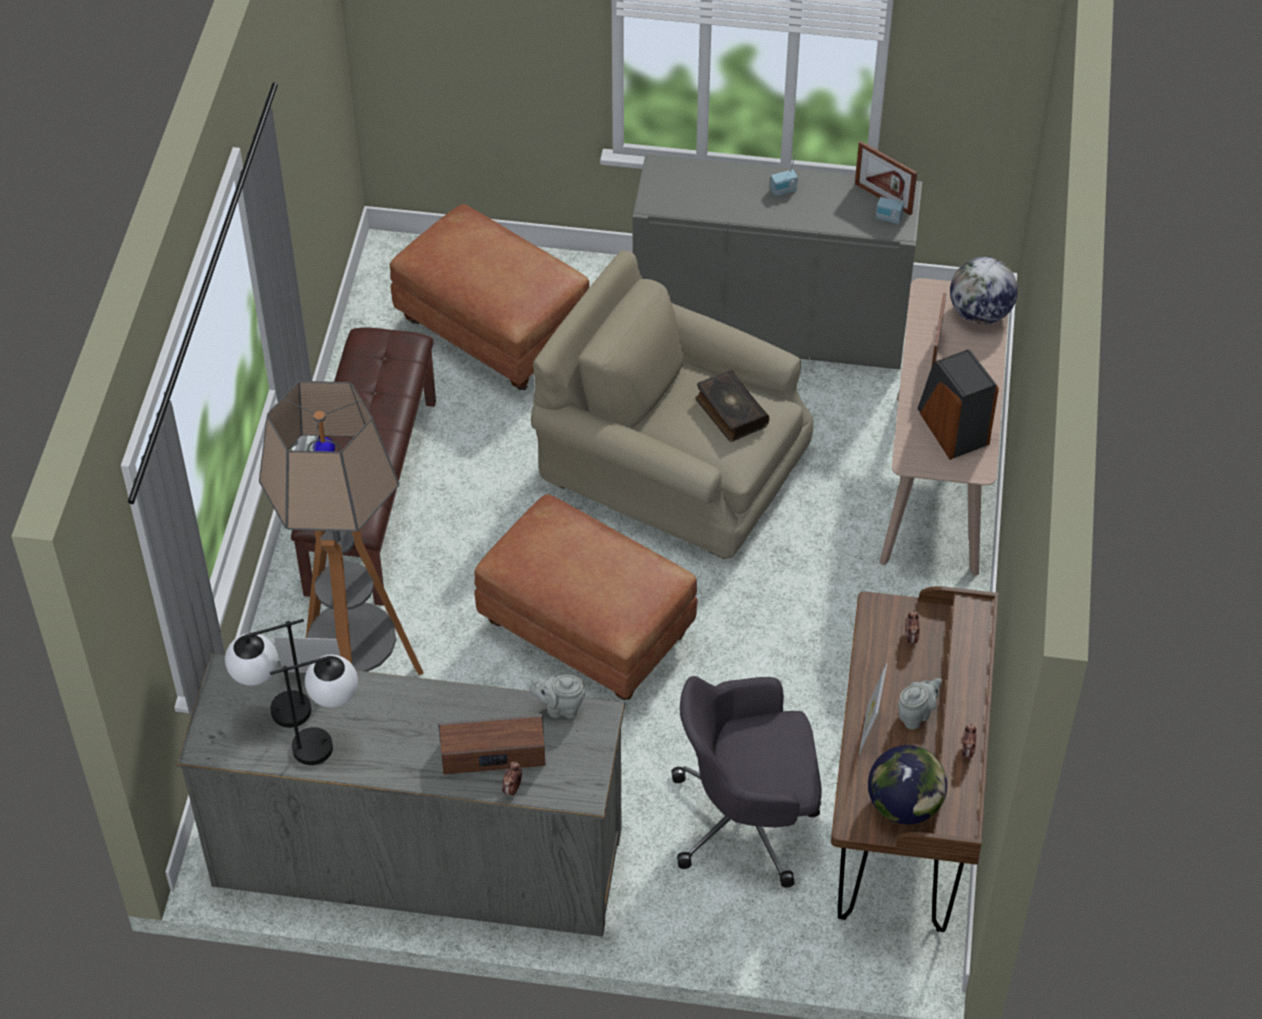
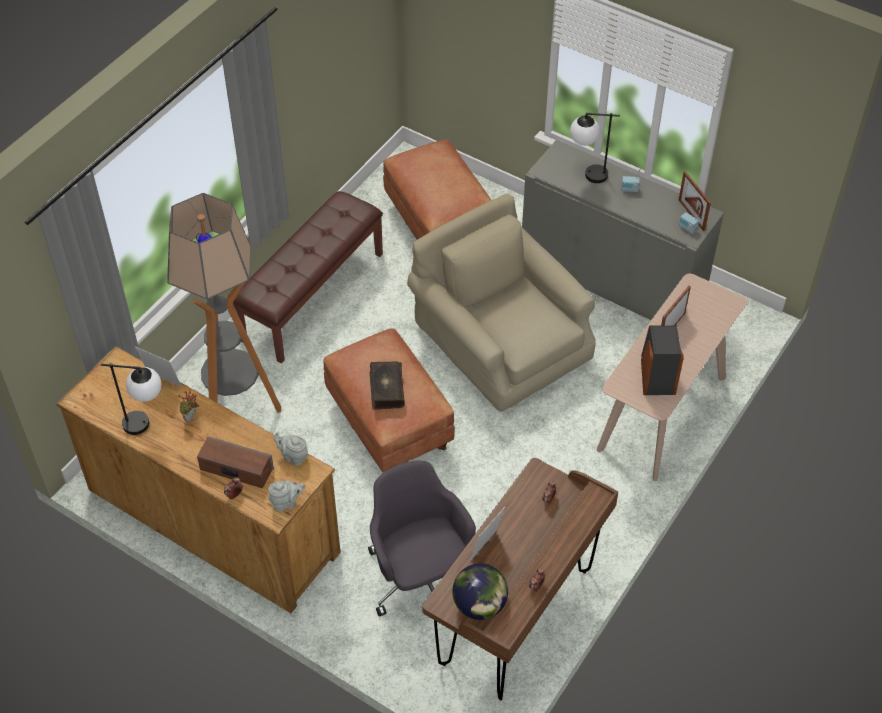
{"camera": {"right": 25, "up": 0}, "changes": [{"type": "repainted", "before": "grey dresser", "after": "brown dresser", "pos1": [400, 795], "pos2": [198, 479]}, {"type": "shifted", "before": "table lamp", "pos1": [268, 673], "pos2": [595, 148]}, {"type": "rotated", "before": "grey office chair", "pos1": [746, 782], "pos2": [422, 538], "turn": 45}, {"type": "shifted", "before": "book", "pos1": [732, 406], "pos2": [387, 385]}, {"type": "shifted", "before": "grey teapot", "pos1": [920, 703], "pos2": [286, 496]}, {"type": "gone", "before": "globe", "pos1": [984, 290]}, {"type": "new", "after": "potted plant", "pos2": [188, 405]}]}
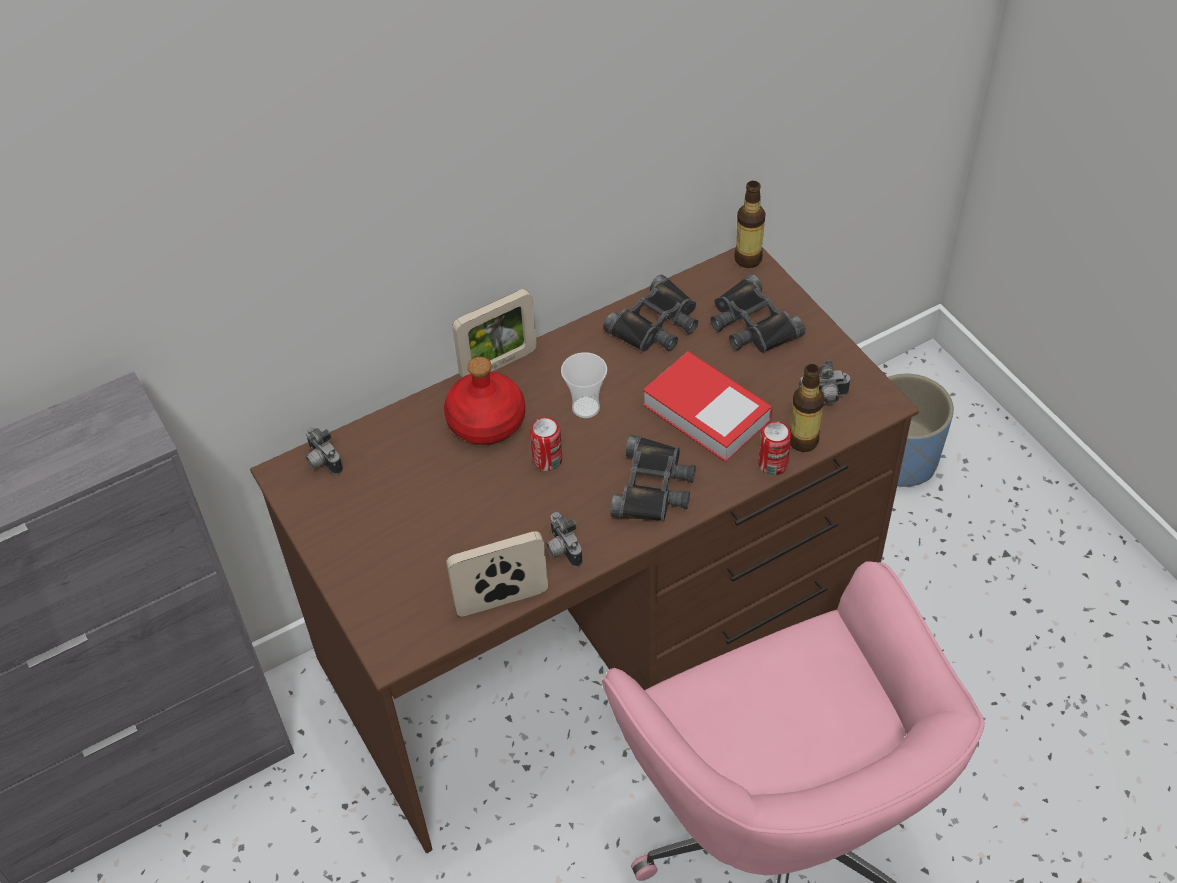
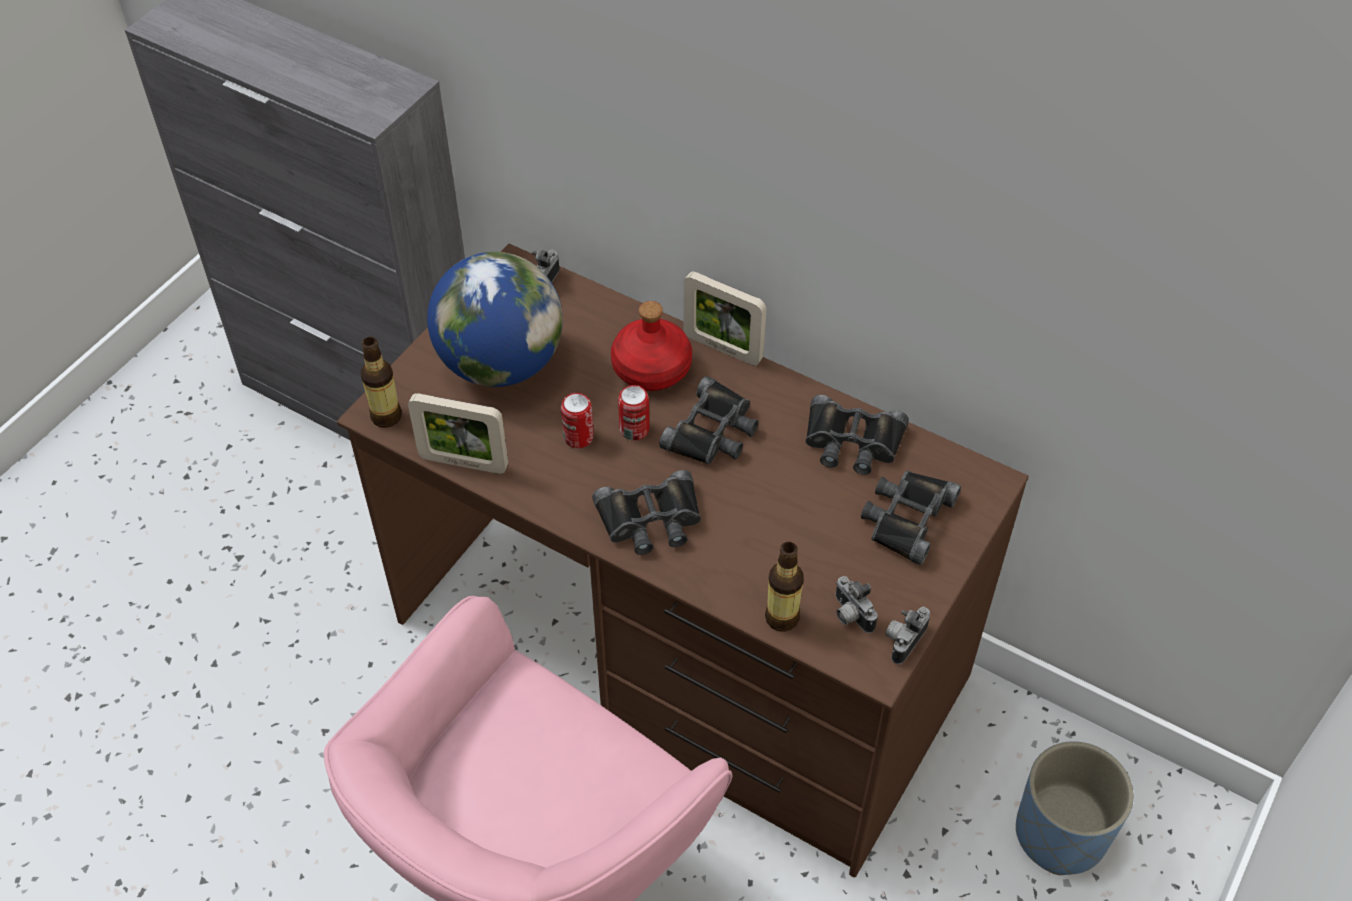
{"camera": {"right": 60, "up": 0}, "changes": [{"type": "rotated", "before": "picture frame", "pos1": [497, 574], "pos2": [458, 433], "turn": 150}, {"type": "shifted", "before": "photo camera", "pos1": [564, 539], "pos2": [908, 635]}, {"type": "swapped", "before": "cup", "after": "black binoculars", "pos1": [584, 385], "pos2": [709, 420]}, {"type": "gone", "before": "book", "pos1": [708, 407]}, {"type": "shifted", "before": "bottle", "pos1": [750, 224], "pos2": [381, 382]}, {"type": "shifted", "before": "can", "pos1": [774, 448], "pos2": [577, 420]}, {"type": "new", "after": "globe", "pos2": [495, 319]}]}
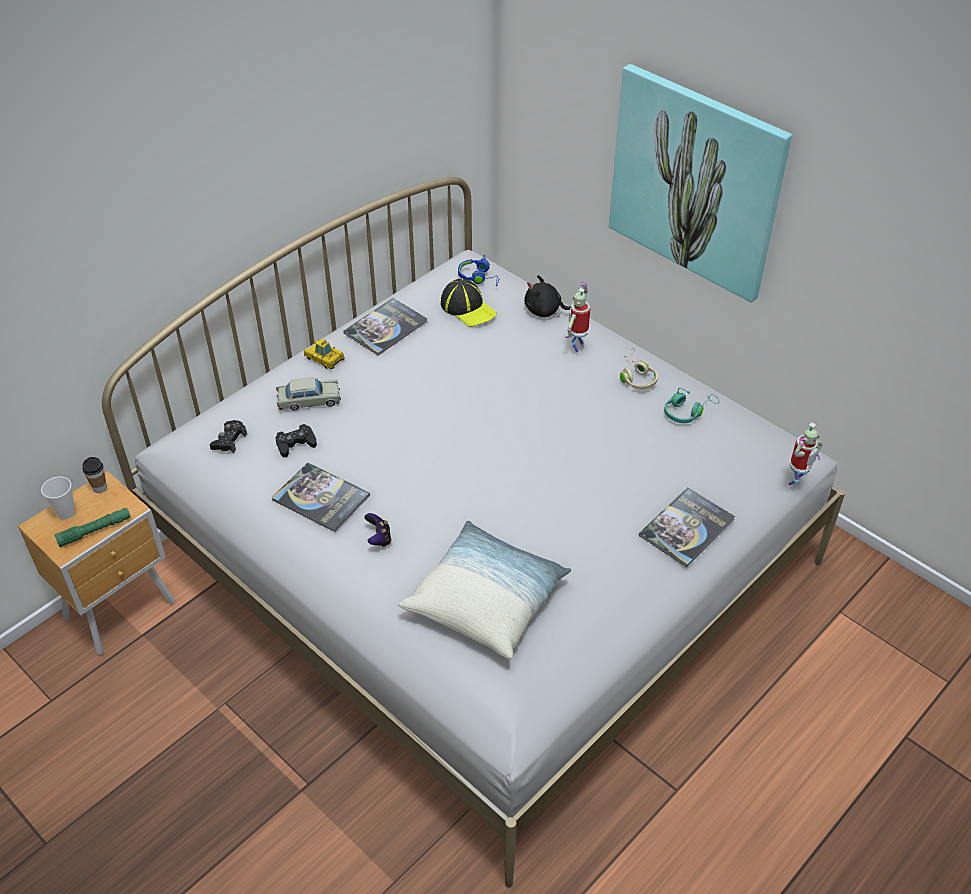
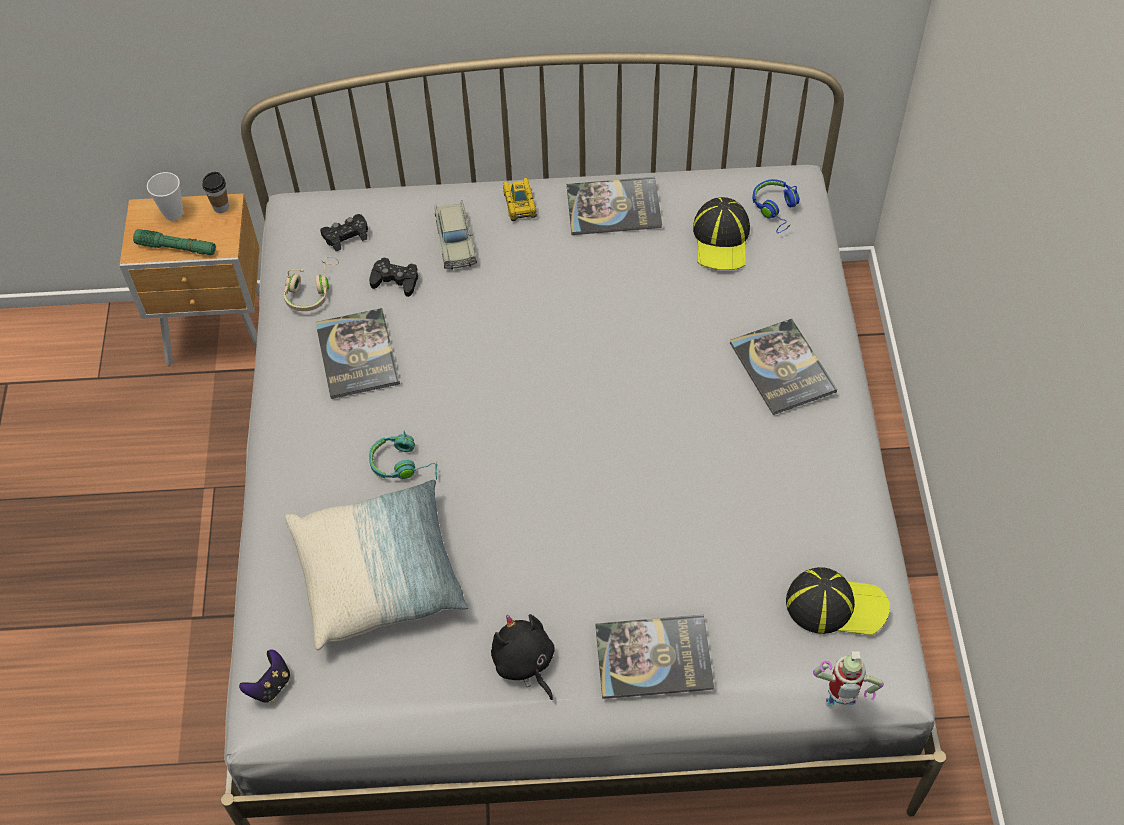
{"camera": {"right": 45, "up": 10}, "changes": [{"type": "rotated", "before": "beige toy car", "pos1": [308, 394], "pos2": [455, 235], "turn": 45}, {"type": "shifted", "before": "game controller", "pos1": [378, 530], "pos2": [264, 676]}, {"type": "shifted", "before": "black plush toy", "pos1": [547, 296], "pos2": [523, 657]}, {"type": "swapped", "before": "toy robot", "after": "book", "pos1": [577, 318], "pos2": [783, 367]}, {"type": "gone", "before": "picture", "pos1": [700, 183]}, {"type": "shifted", "before": "beige headphones", "pos1": [639, 369], "pos2": [311, 284]}, {"type": "shifted", "before": "turquoise headphones", "pos1": [691, 405], "pos2": [403, 455]}, {"type": "new", "after": "cap", "pos2": [838, 601]}]}
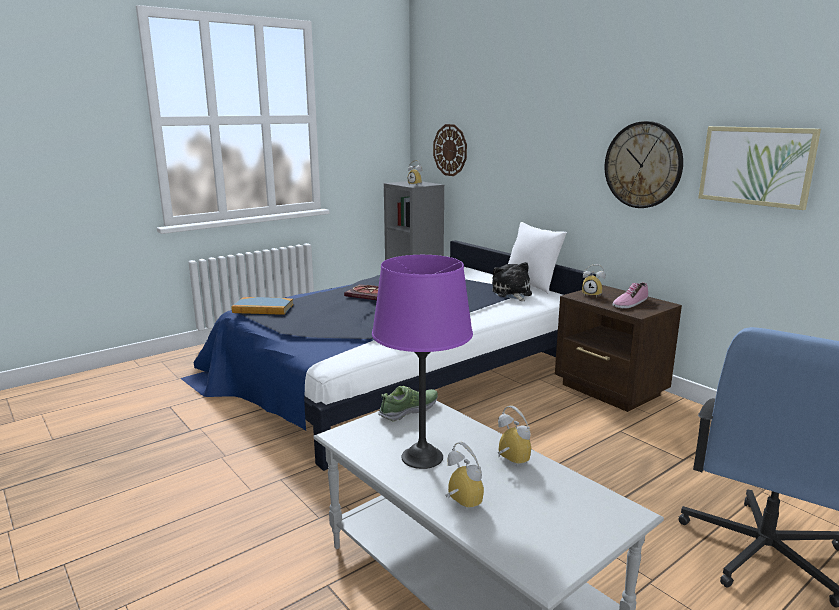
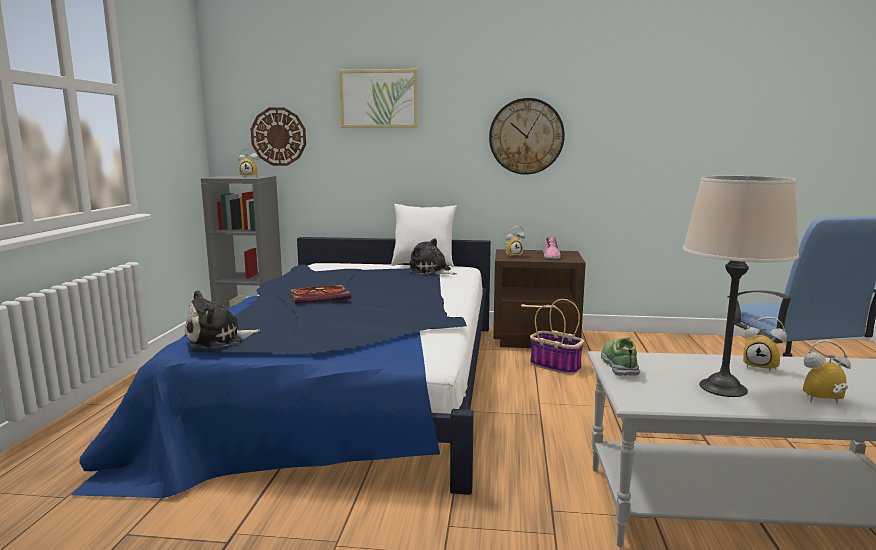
{"camera": {"right": -45, "up": -5}, "changes": [{"type": "swapped", "before": "book", "after": "plush toy", "pos1": [263, 306], "pos2": [222, 319]}, {"type": "repainted", "before": "purple table lamp", "after": "beige table lamp", "pos1": [422, 362], "pos2": [741, 286]}, {"type": "rotated", "before": "alarm clock", "pos1": [514, 436], "pos2": [765, 344], "turn": -150}, {"type": "shifted", "before": "picture", "pos1": [759, 168], "pos2": [378, 98]}, {"type": "new", "after": "basket", "pos2": [557, 337]}]}
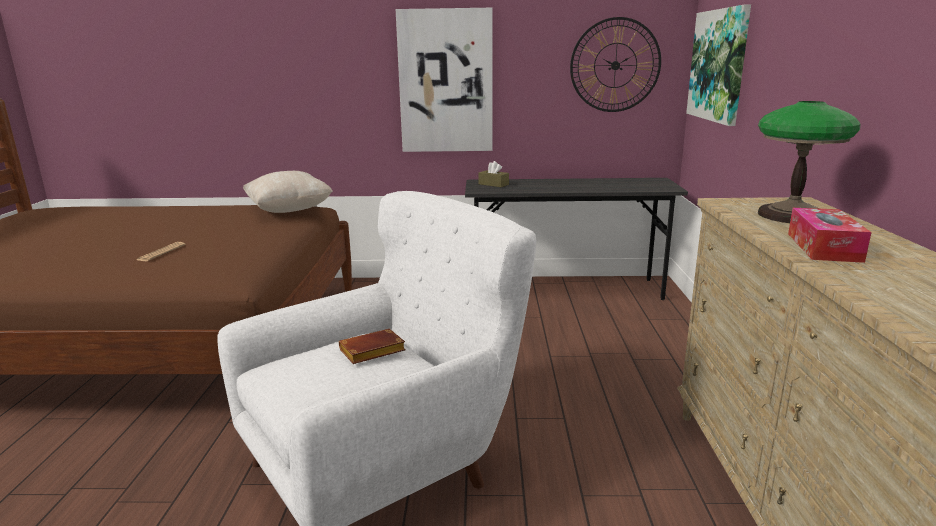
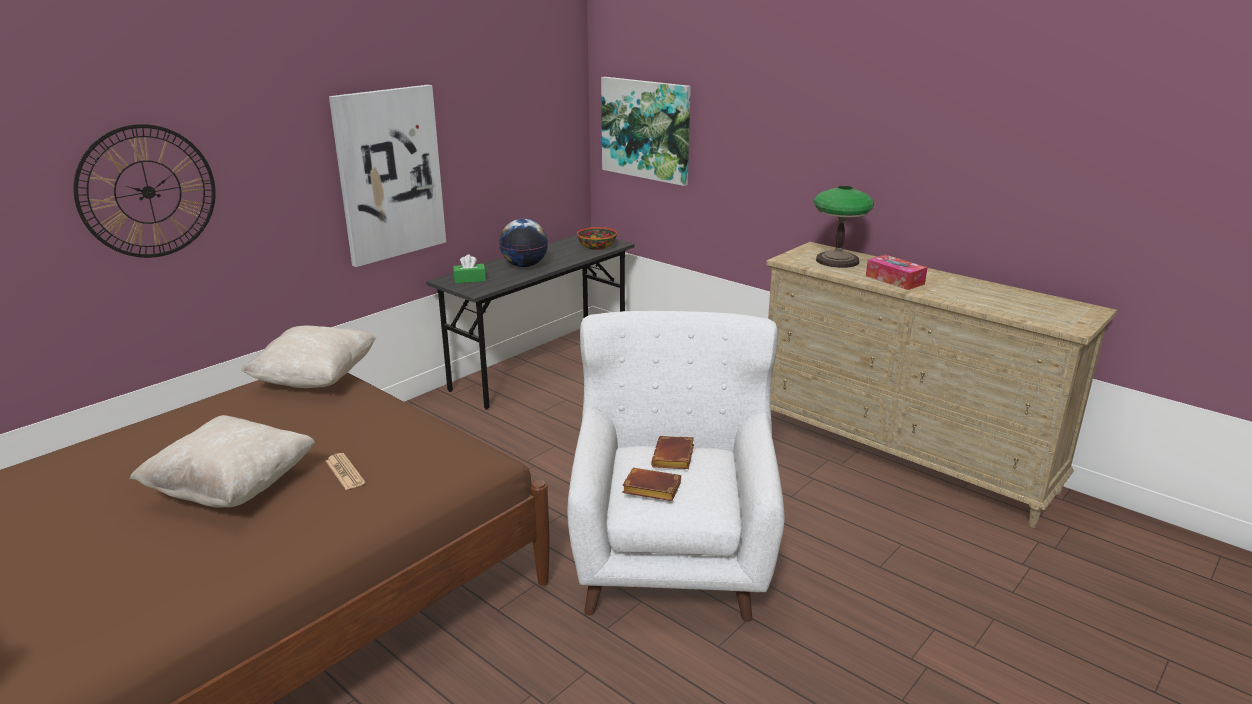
{"camera": {"right": -50, "up": 5}, "changes": [{"type": "repainted", "before": "brown tissue box", "after": "green tissue box", "pos1": [494, 174], "pos2": [469, 269]}, {"type": "shifted", "before": "wall clock", "pos1": [615, 64], "pos2": [144, 191]}, {"type": "new", "after": "beige pillow", "pos2": [222, 461]}, {"type": "new", "after": "globe", "pos2": [523, 243]}, {"type": "new", "after": "bowl", "pos2": [597, 238]}, {"type": "new", "after": "brown book", "pos2": [651, 484]}]}
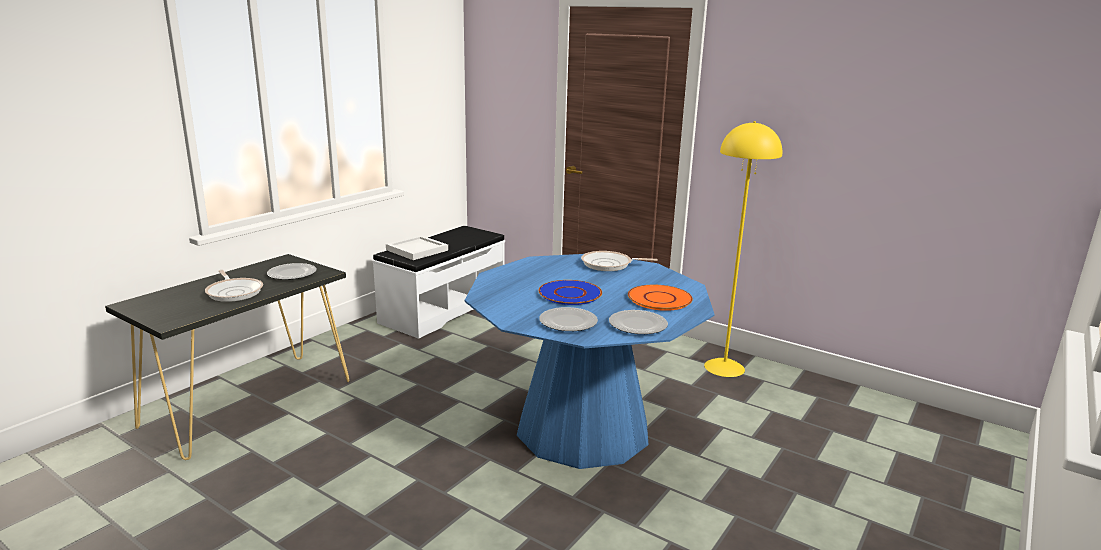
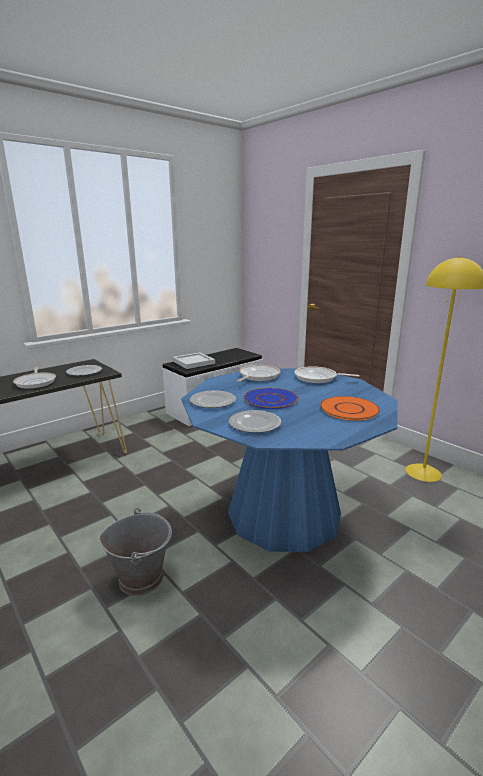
{"camera": {"right": 15, "up": 0}, "changes": [{"type": "shifted", "before": "plate", "pos1": [638, 322], "pos2": [213, 399]}, {"type": "new", "after": "grey bucket", "pos2": [135, 552]}, {"type": "new", "after": "frying pan", "pos2": [259, 373]}]}
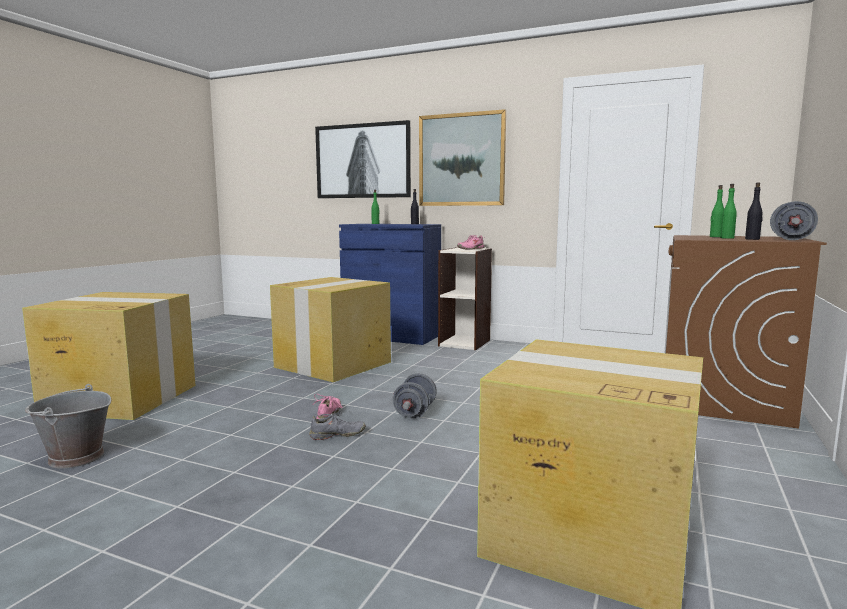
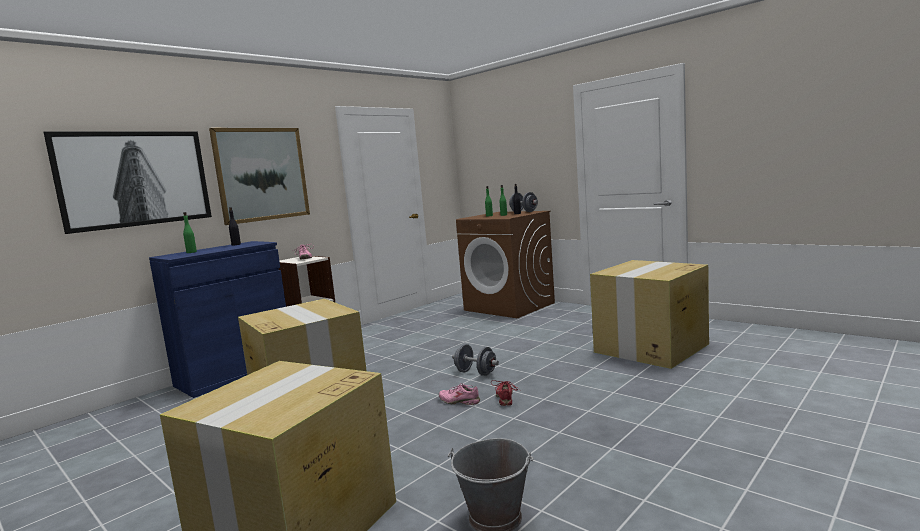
{"camera": {"right": -70, "up": 0}, "changes": [{"type": "repainted", "before": "grey shoe", "after": "red shoe", "pos1": [337, 424], "pos2": [505, 393]}]}
